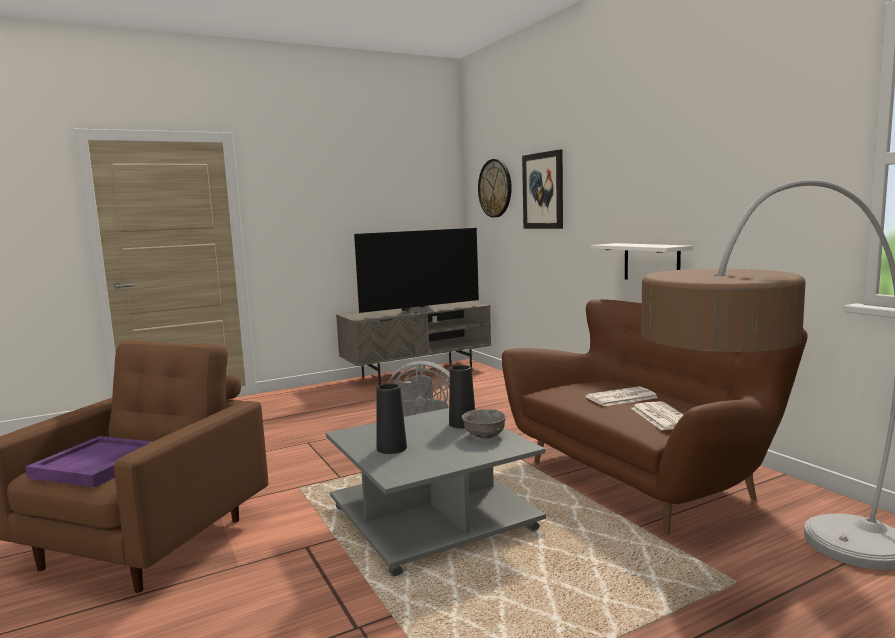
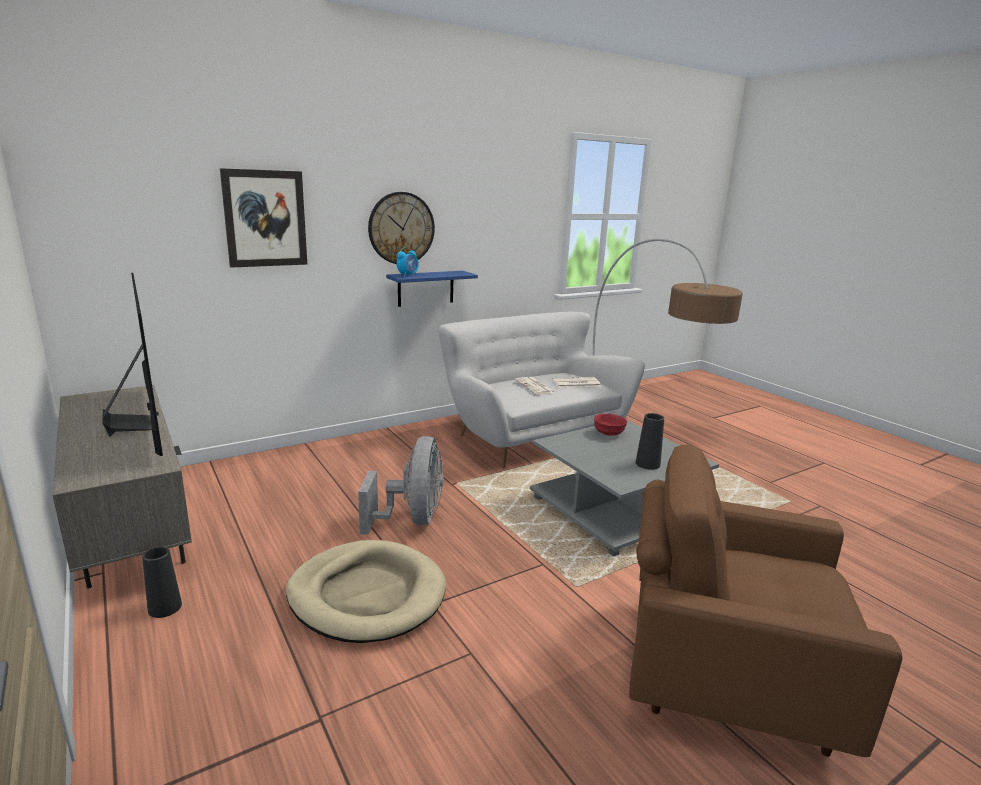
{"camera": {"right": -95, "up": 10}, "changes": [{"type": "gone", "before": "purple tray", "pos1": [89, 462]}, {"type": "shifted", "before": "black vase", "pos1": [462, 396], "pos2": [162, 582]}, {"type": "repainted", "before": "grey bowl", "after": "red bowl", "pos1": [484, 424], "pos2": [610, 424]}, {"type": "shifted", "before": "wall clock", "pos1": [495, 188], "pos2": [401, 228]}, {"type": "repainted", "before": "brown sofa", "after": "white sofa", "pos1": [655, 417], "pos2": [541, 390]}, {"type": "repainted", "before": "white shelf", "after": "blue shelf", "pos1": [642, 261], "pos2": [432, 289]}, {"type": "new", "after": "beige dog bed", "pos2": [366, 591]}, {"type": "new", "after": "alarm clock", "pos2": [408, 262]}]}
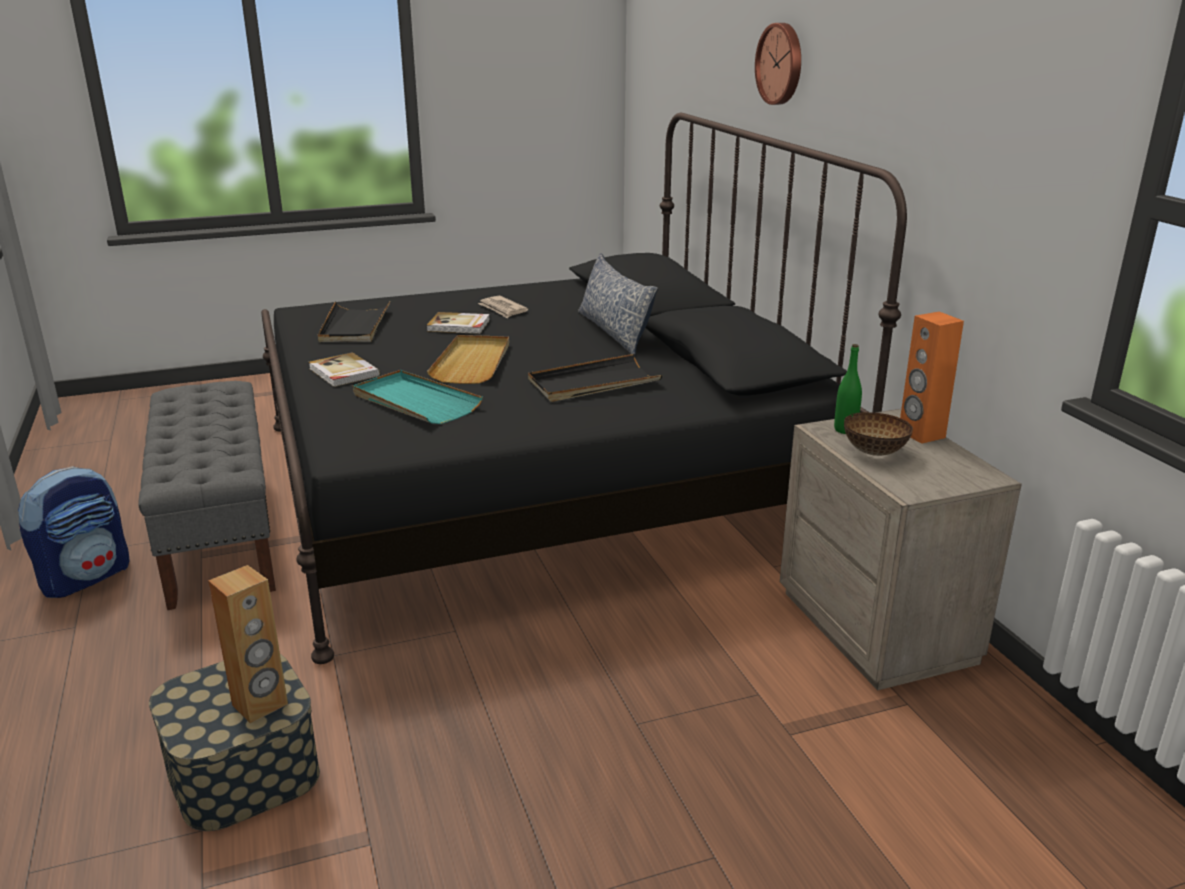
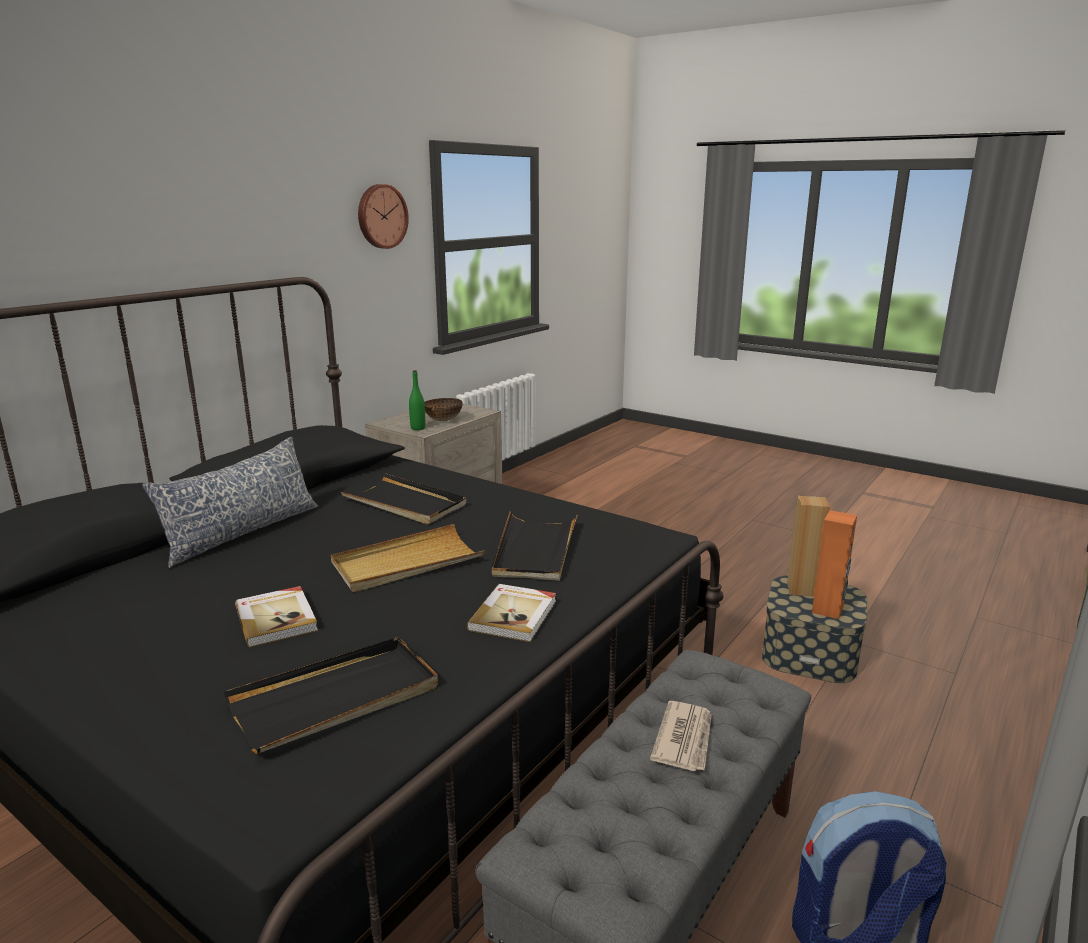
{"camera": {"right": -125, "up": -5}, "changes": [{"type": "repainted", "before": "turquoise tray", "after": "black tray", "pos1": [418, 397], "pos2": [535, 546]}, {"type": "shifted", "before": "newspaper", "pos1": [503, 307], "pos2": [681, 736]}, {"type": "shifted", "before": "wall clock", "pos1": [778, 64], "pos2": [383, 216]}, {"type": "shifted", "before": "orange speaker", "pos1": [932, 377], "pos2": [834, 564]}]}
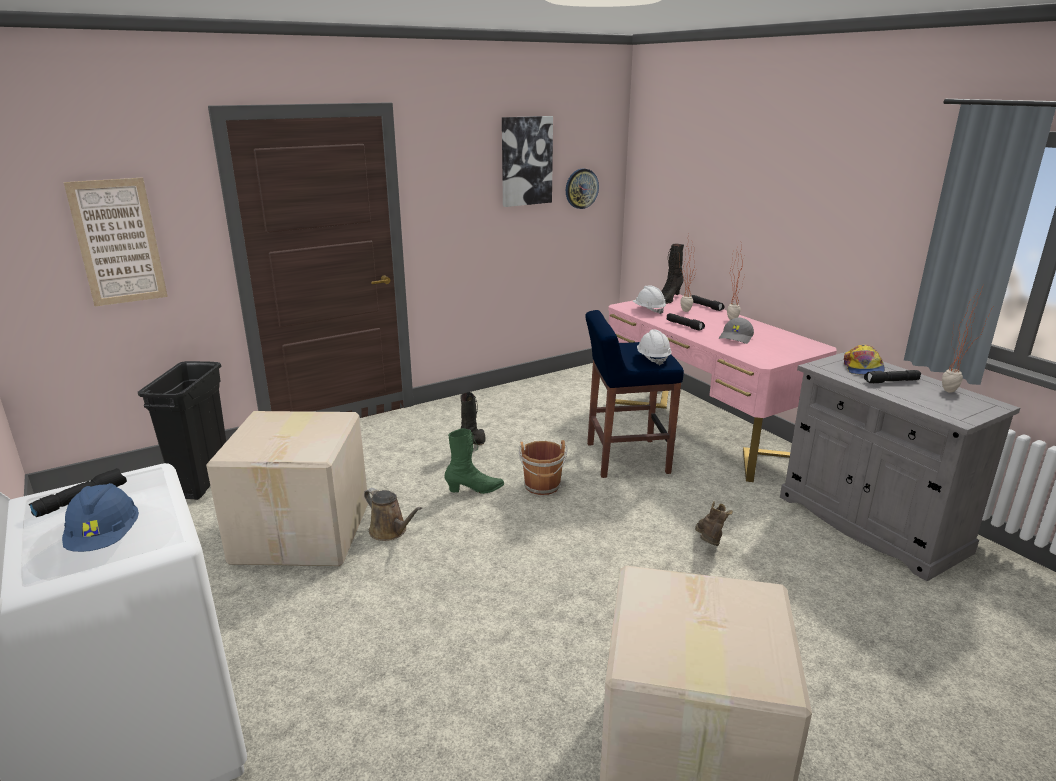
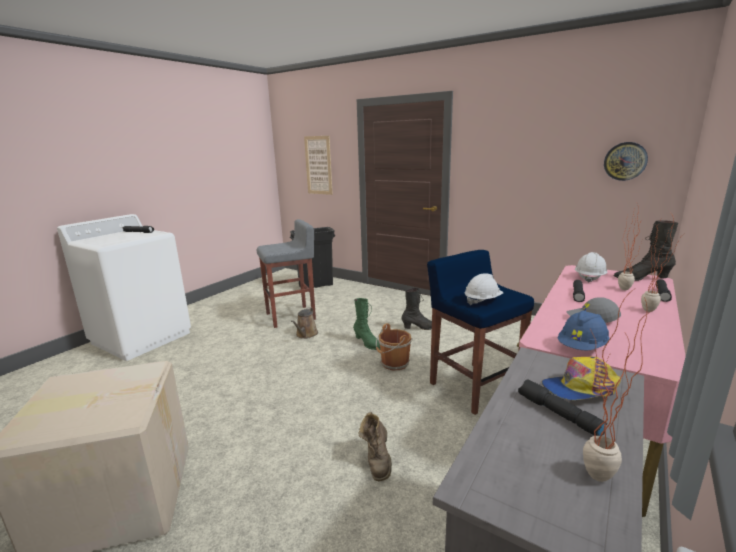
{"camera": {"right": 65, "up": -5}, "changes": [{"type": "shifted", "before": "blue hard hat", "pos1": [100, 517], "pos2": [583, 330]}, {"type": "swapped", "before": "cardboard box", "after": "grey stool", "pos1": [287, 488], "pos2": [286, 273]}, {"type": "gone", "before": "picture", "pos1": [527, 161]}, {"type": "rotated", "before": "brown boot", "pos1": [714, 523], "pos2": [375, 446], "turn": 105}]}
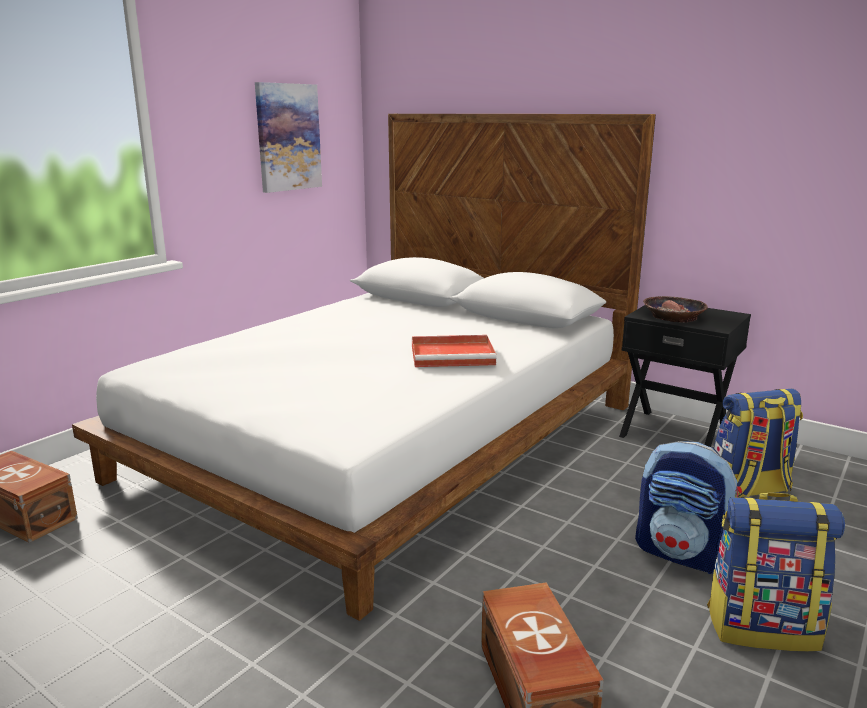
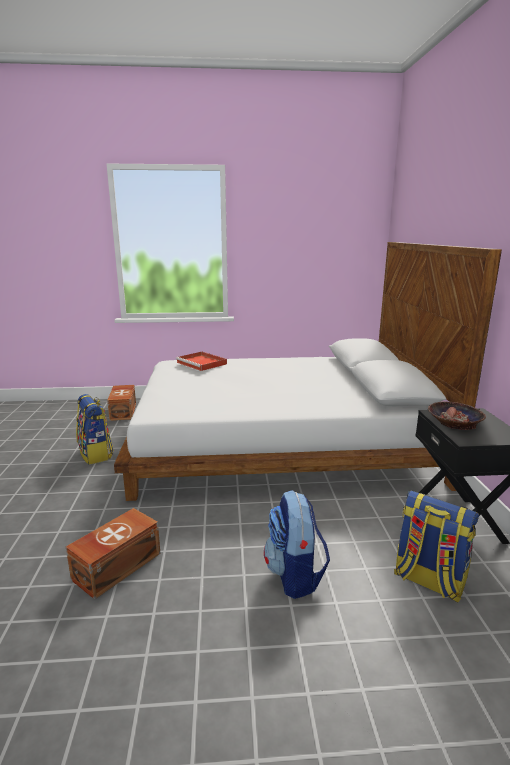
{"camera": {"right": 50, "up": 0}, "changes": [{"type": "gone", "before": "picture", "pos1": [288, 137]}, {"type": "shifted", "before": "red tray", "pos1": [454, 351], "pos2": [201, 361]}, {"type": "shifted", "before": "backpack", "pos1": [776, 571], "pos2": [95, 429]}]}
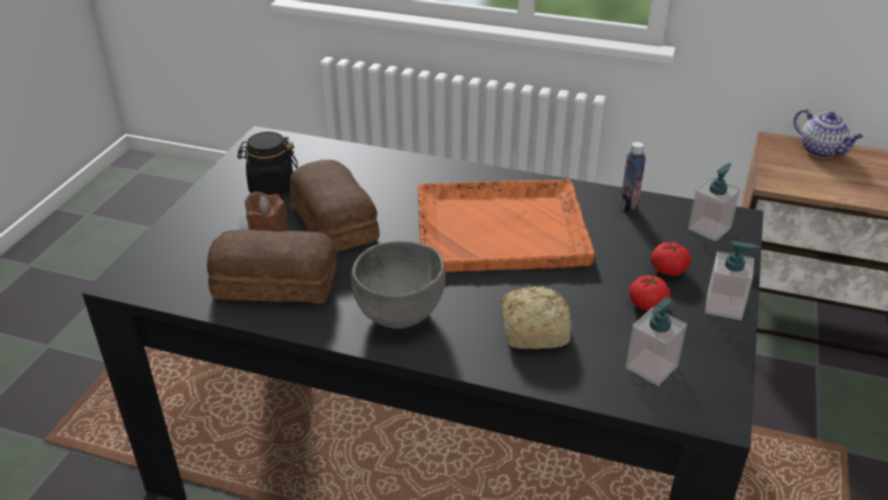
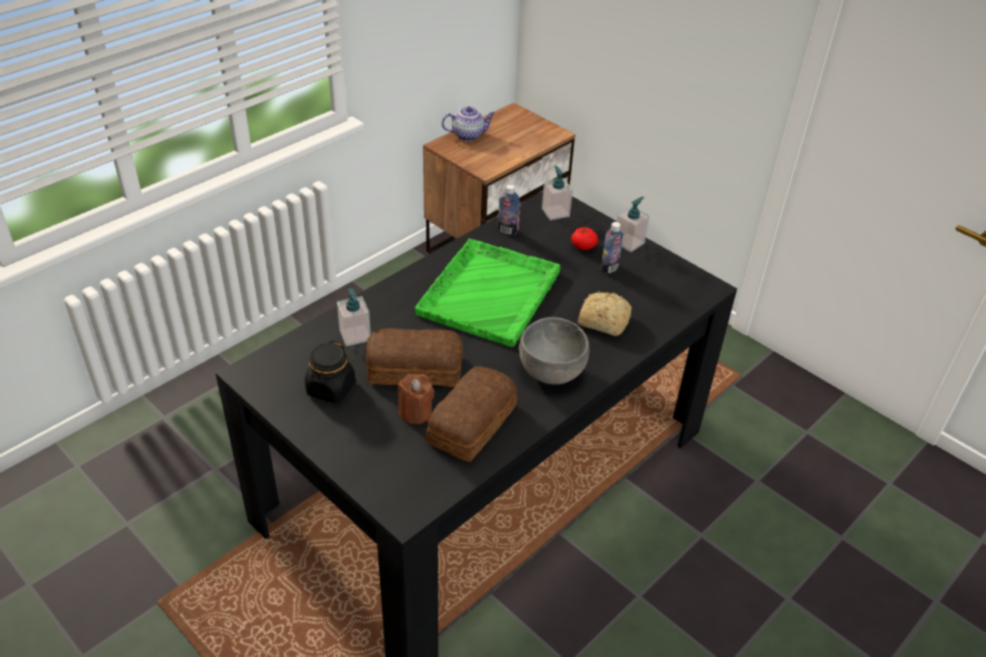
{"camera": {"right": -65, "up": 5}, "changes": [{"type": "repainted", "before": "orange tray", "after": "green tray", "pos1": [506, 225], "pos2": [487, 293]}, {"type": "shifted", "before": "soap dispenser", "pos1": [656, 341], "pos2": [354, 317]}, {"type": "swapped", "before": "tomato", "after": "bottle", "pos1": [650, 293], "pos2": [611, 248]}]}
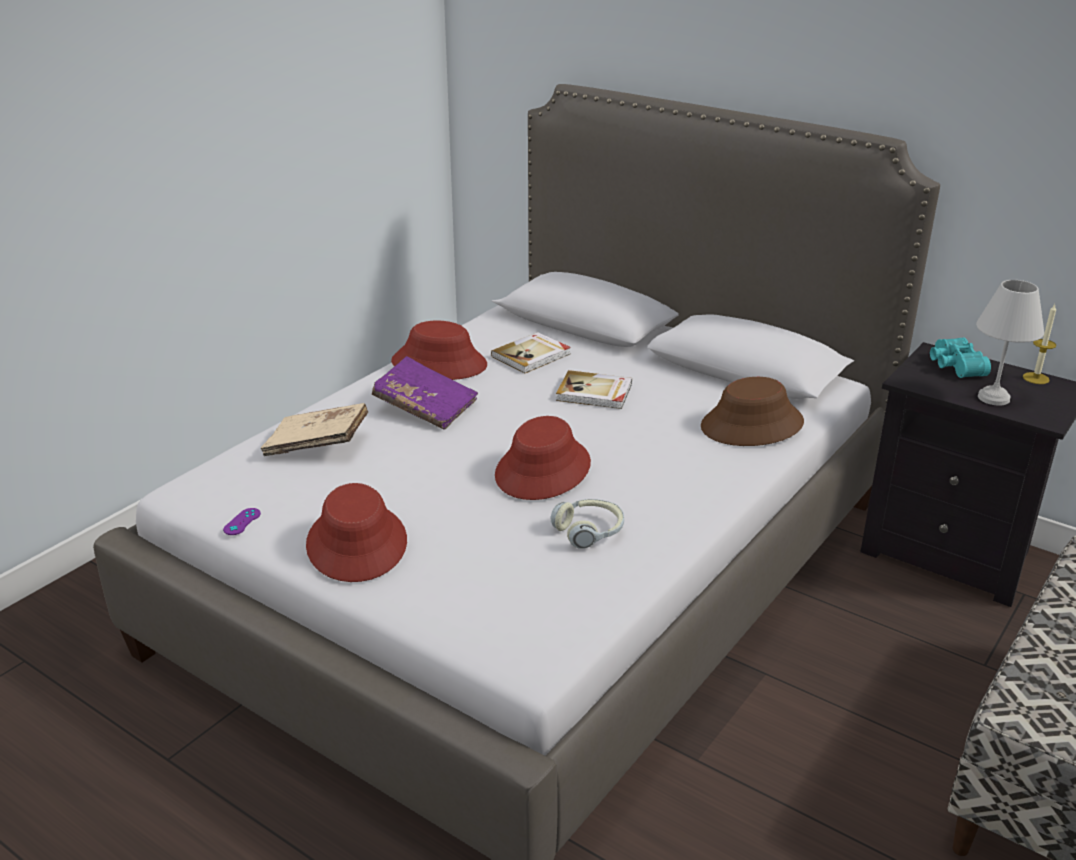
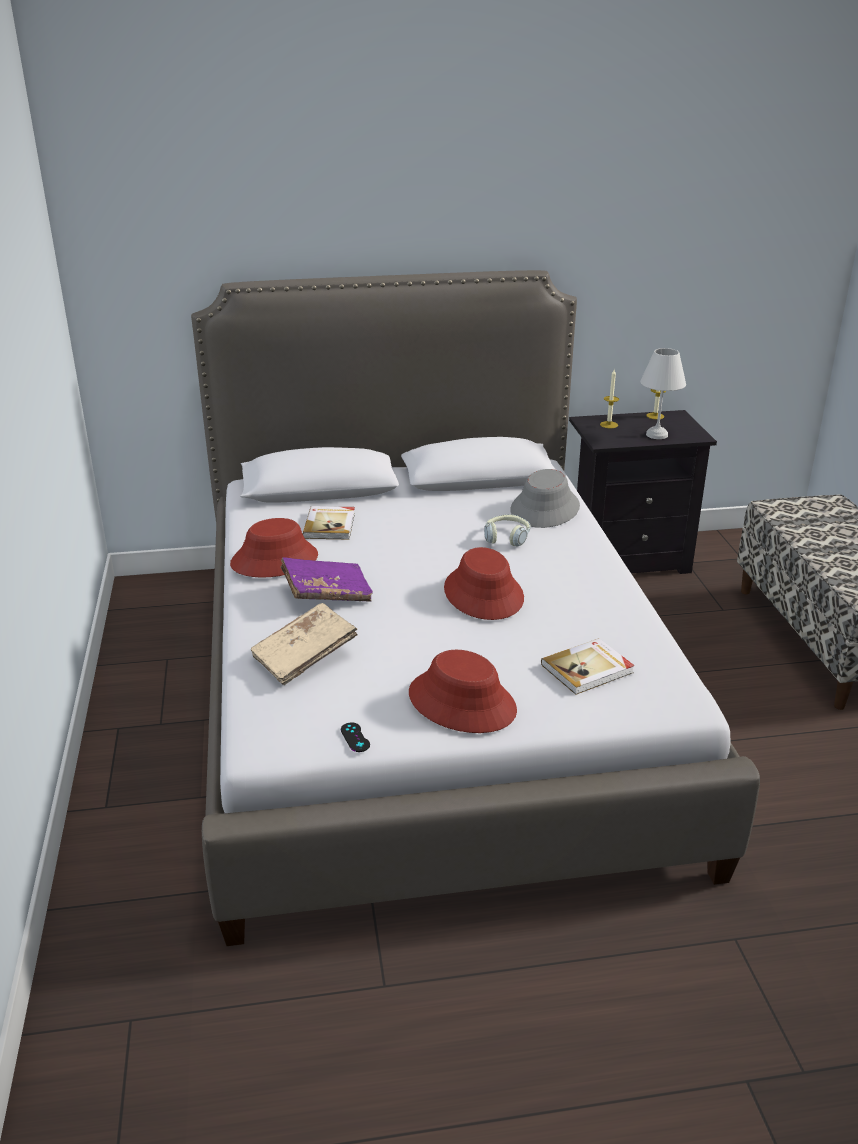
{"camera": {"right": -45, "up": 0}, "changes": [{"type": "repainted", "before": "purple game controller", "after": "black game controller", "pos1": [242, 521], "pos2": [355, 737]}, {"type": "shifted", "before": "headphones", "pos1": [587, 524], "pos2": [507, 530]}, {"type": "shifted", "before": "book", "pos1": [594, 389], "pos2": [588, 666]}, {"type": "repainted", "before": "brown hat", "after": "grey hat", "pos1": [752, 411], "pos2": [545, 498]}, {"type": "swapped", "before": "turquoise binoculars", "after": "candle", "pos1": [960, 358], "pos2": [609, 399]}]}
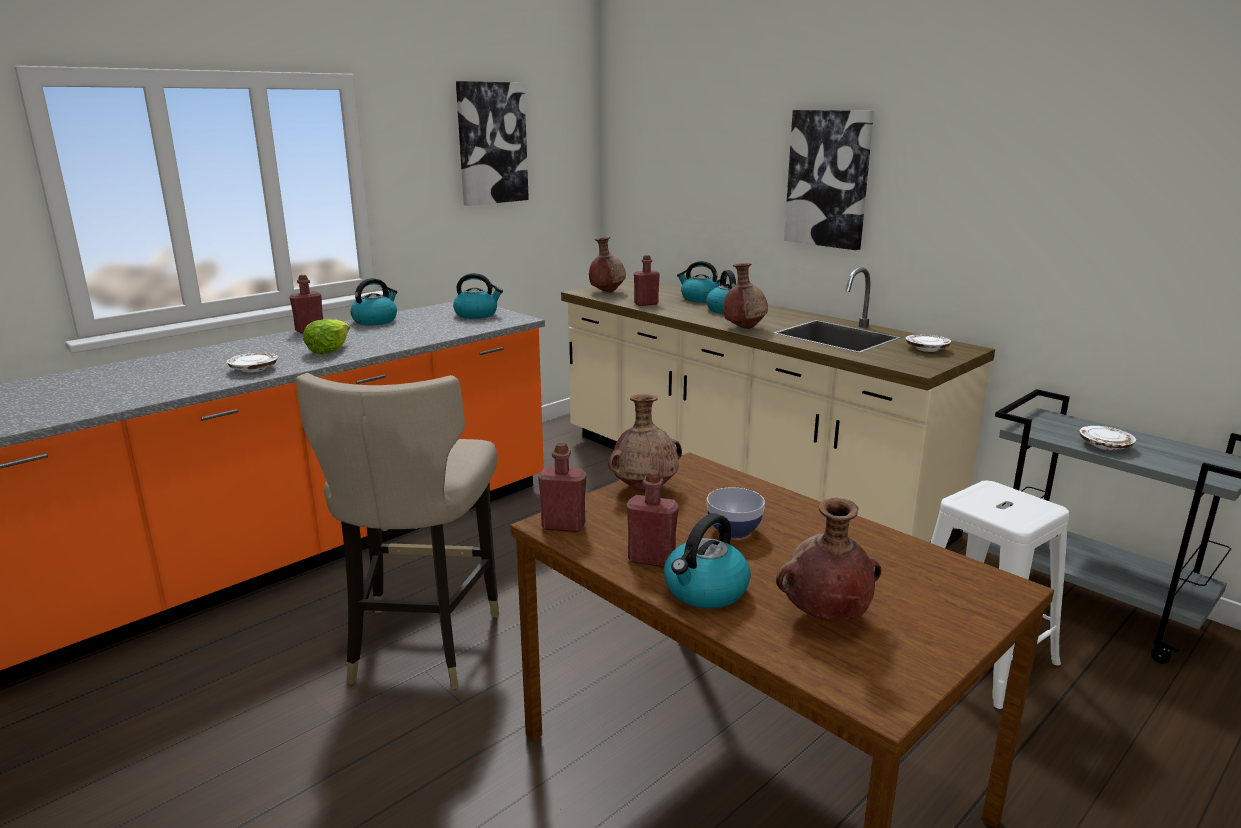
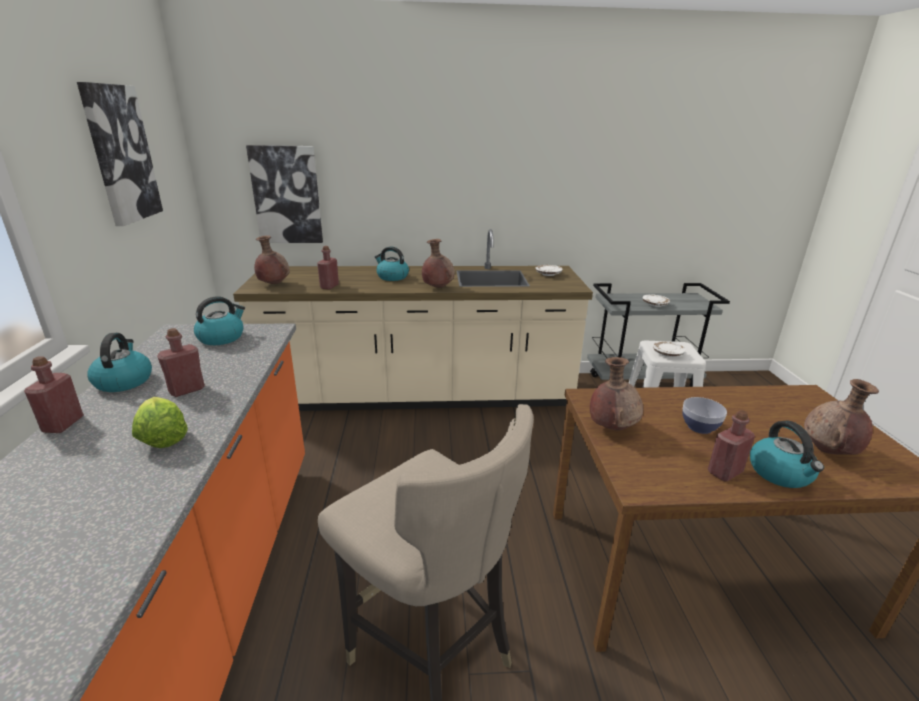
{"camera": {"right": -50, "up": 5}, "changes": [{"type": "shifted", "before": "white plate", "pos1": [252, 362], "pos2": [669, 349]}, {"type": "shifted", "before": "red bottle", "pos1": [562, 487], "pos2": [181, 362]}, {"type": "gone", "before": "kettle", "pos1": [697, 282]}, {"type": "shifted", "before": "picture", "pos1": [829, 180], "pos2": [284, 194]}]}
